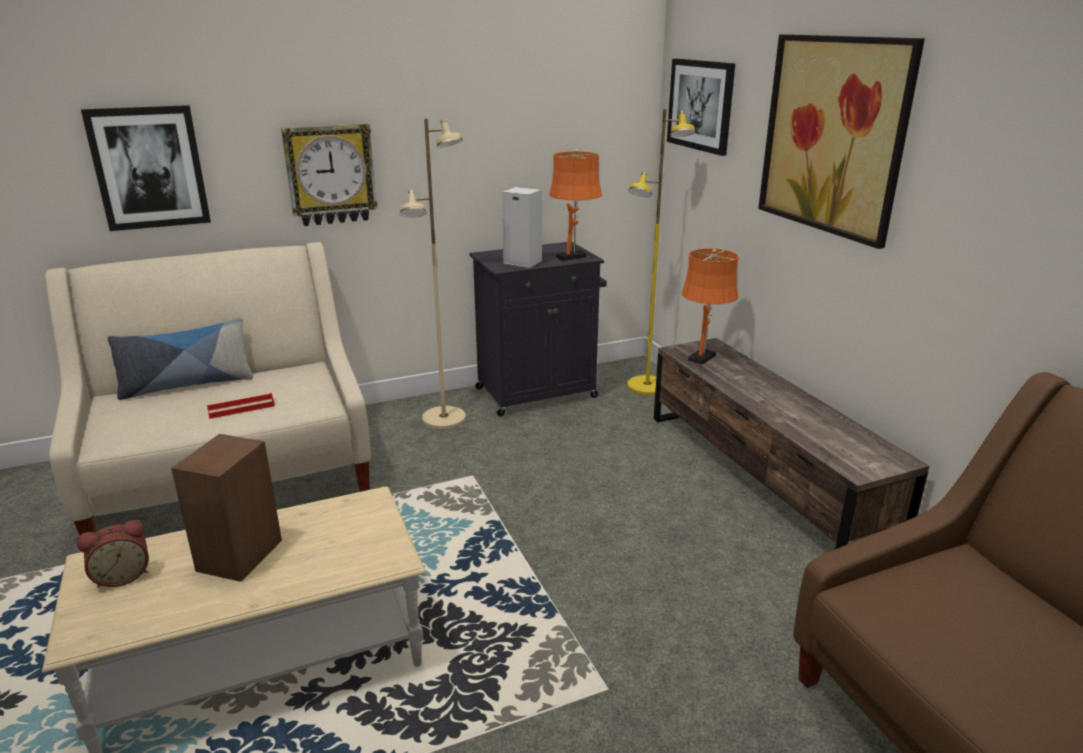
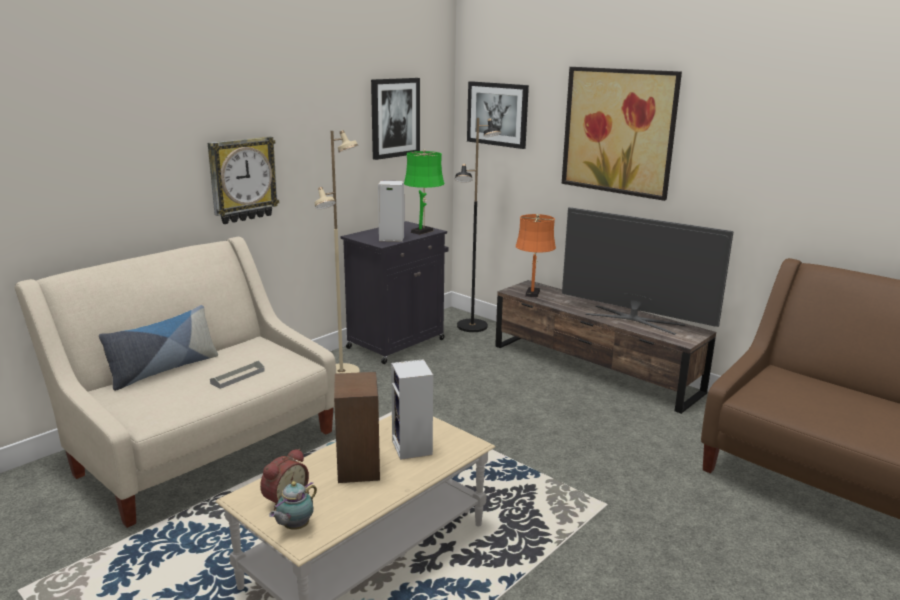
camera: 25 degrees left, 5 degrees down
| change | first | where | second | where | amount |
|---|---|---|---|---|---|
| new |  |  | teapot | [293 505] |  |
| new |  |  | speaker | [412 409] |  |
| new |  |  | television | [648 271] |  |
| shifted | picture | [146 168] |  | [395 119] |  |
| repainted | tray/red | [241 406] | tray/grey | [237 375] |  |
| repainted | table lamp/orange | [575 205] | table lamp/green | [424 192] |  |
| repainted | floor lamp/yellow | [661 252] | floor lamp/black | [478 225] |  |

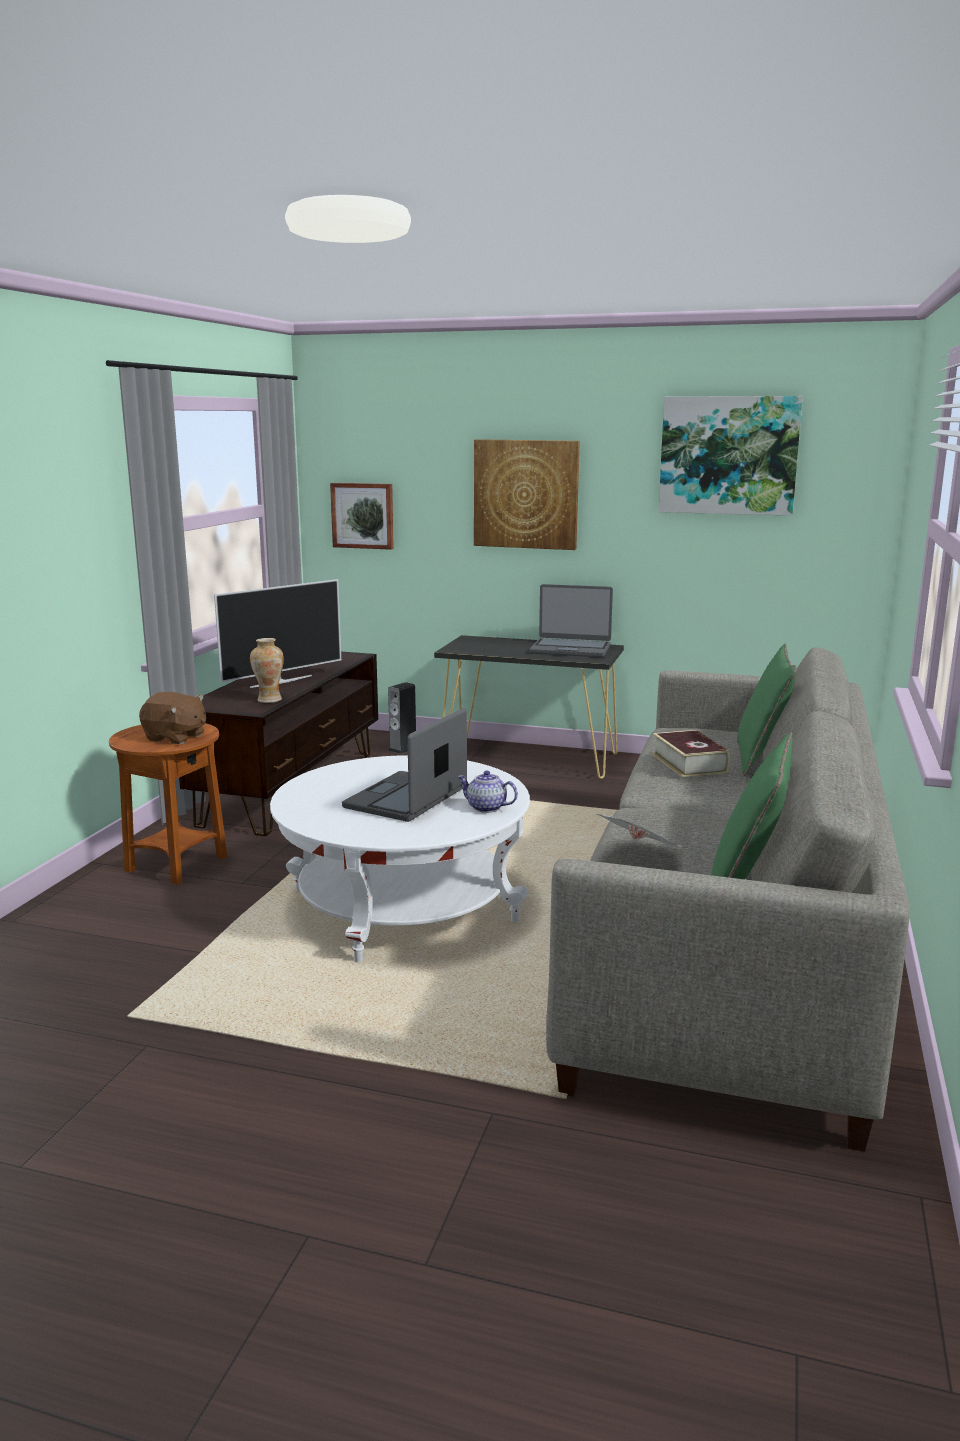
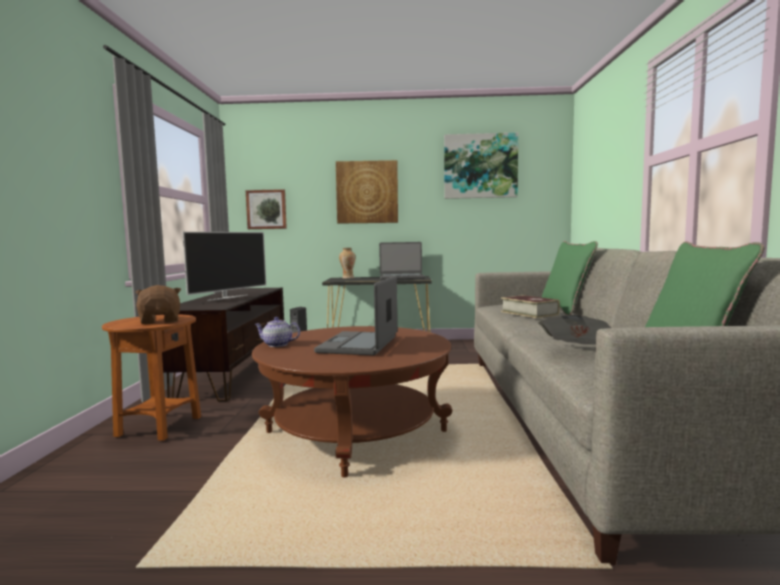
camera: 15 degrees left, 10 degrees down
| change | first | where | second | where | amount |
|---|---|---|---|---|---|
| shifted | vase | [267 670] |  | [347 263] |  |
| shifted | teapot | [487 792] |  | [277 332] |  |
| repainted | coffee table/white | [400 858] | coffee table/brown | [352 402] |  |
| rotated | plush toy/brown | [172 718] |  | [158 304] | 120 degrees counterclockwise |

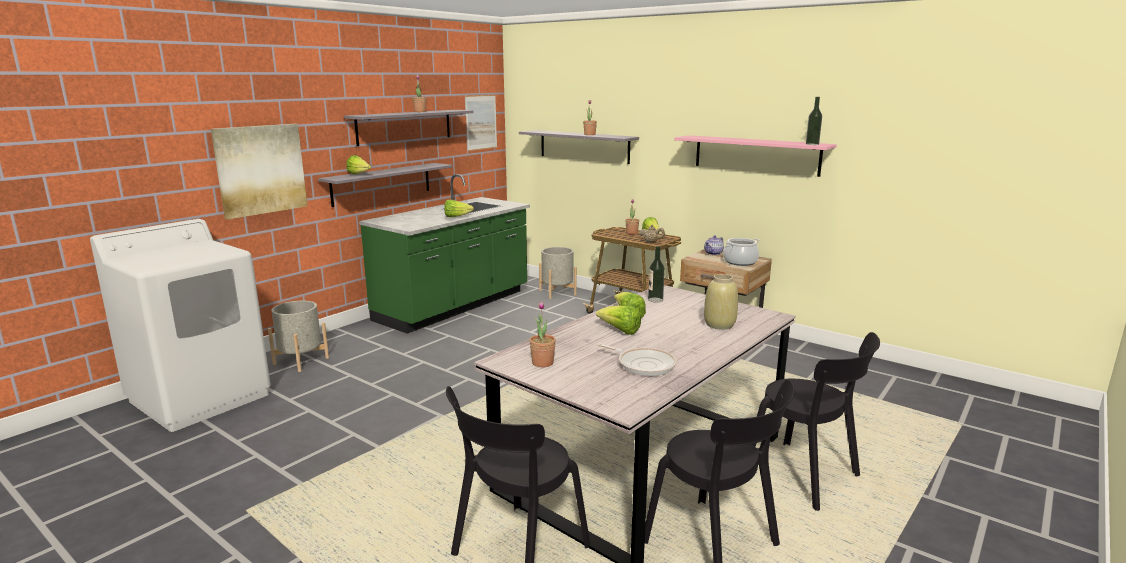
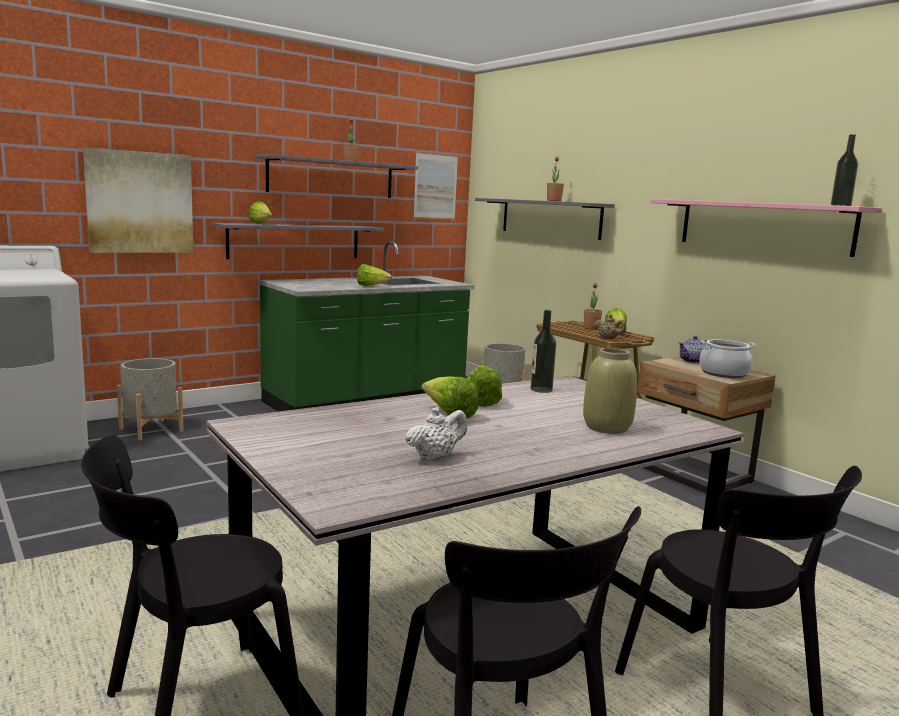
camera: 15 degrees right, 5 degrees down
| change | first | where | second | where | amount |
|---|---|---|---|---|---|
| gone | potted plant | [543 334] |  |  |  |
| swapped | frying pan | [637 359] | teapot/white | [436 433] |  |

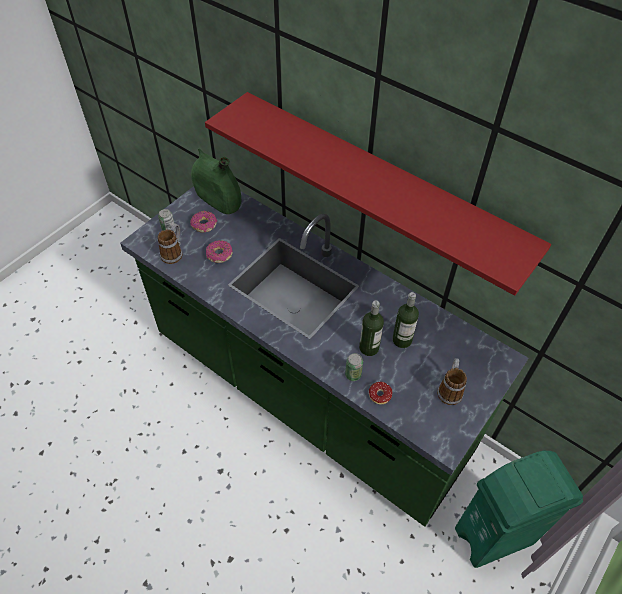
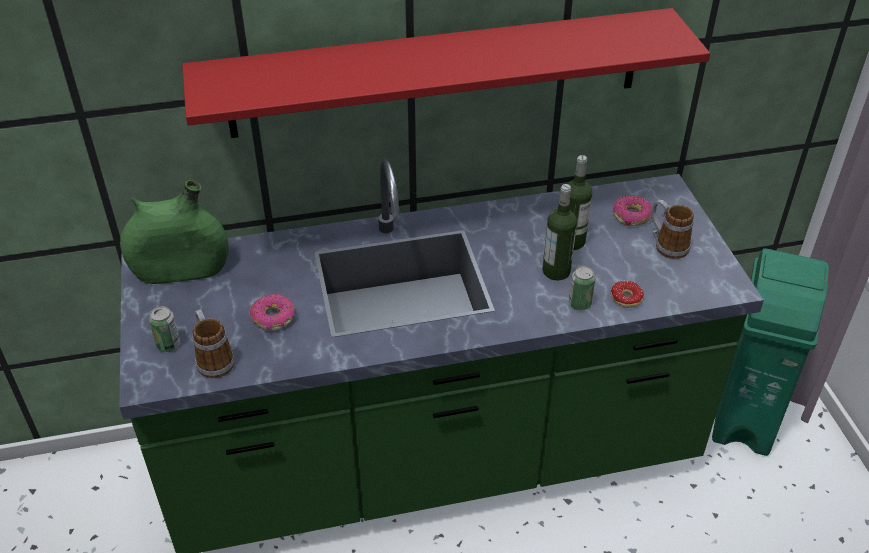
camera: 50 degrees left, 10 degrees down
| change | first | where | second | where | amount |
|---|---|---|---|---|---|
| shifted | donut | [203 222] |  | [632 210] |  |

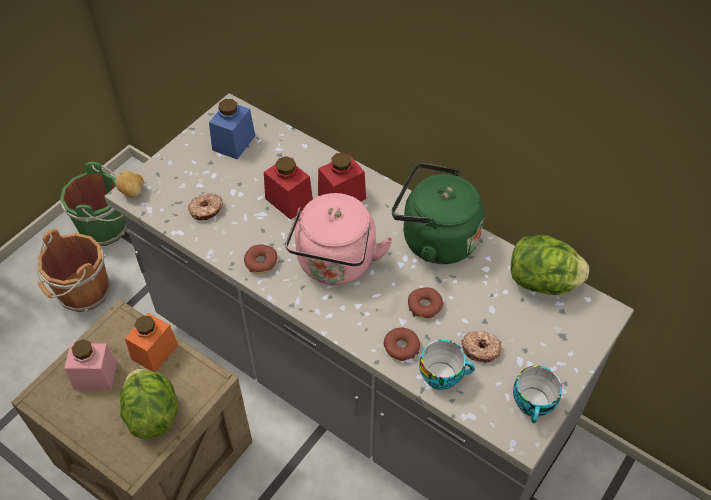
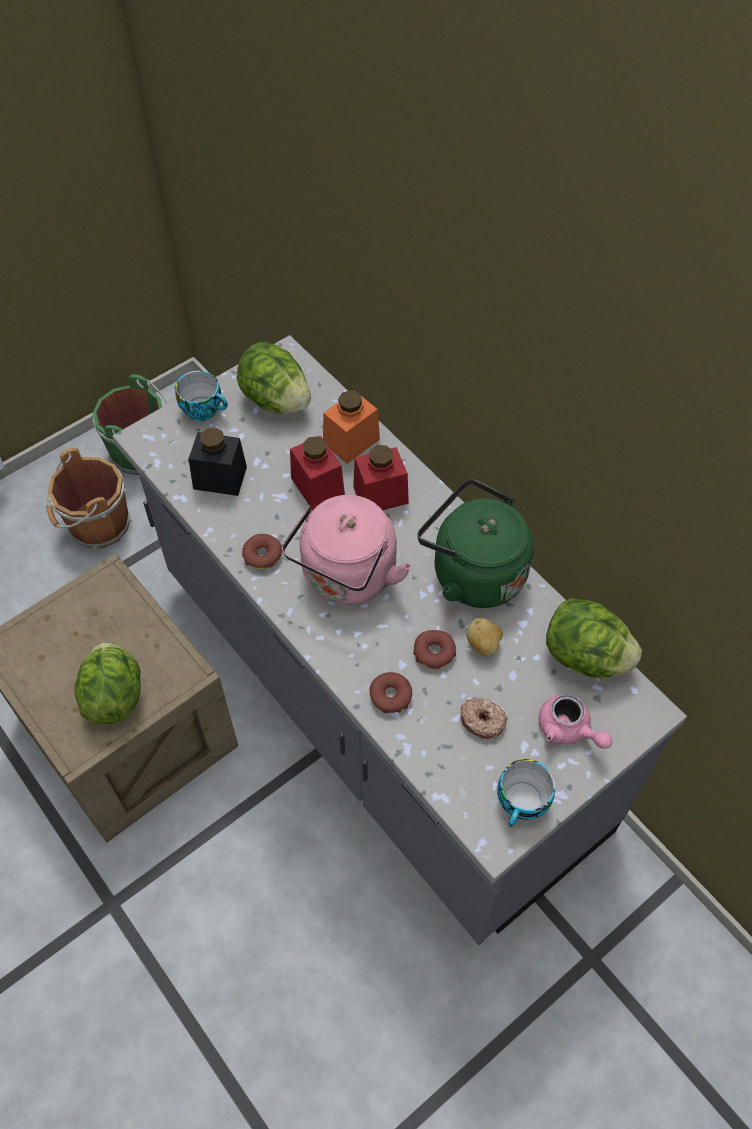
camera: 15 degrees right, 5 degrees up
| change | first | where | second | where | amount |
|---|---|---|---|---|---|
| gone | jar/pink | [90 364] |  |  |  |
| new |  |  | teapot/pink | [575 721] |  |
| shifted | potato | [129 184] |  | [485 636] |  |
| shifted | jar/orange | [151 342] |  | [351 427] |  |
| shifted | cup | [447 365] |  | [201 395] |  |
| swapped | donut | [205 206] | jar/black | [217 462] |  |
| swapped | jar/blue | [232 129] | lettuce | [274 378] |  |

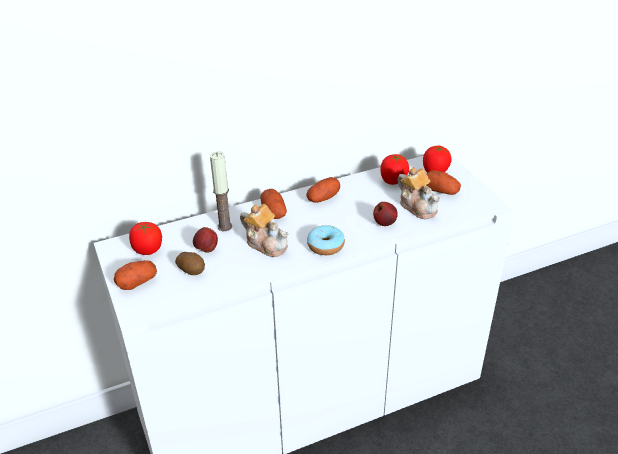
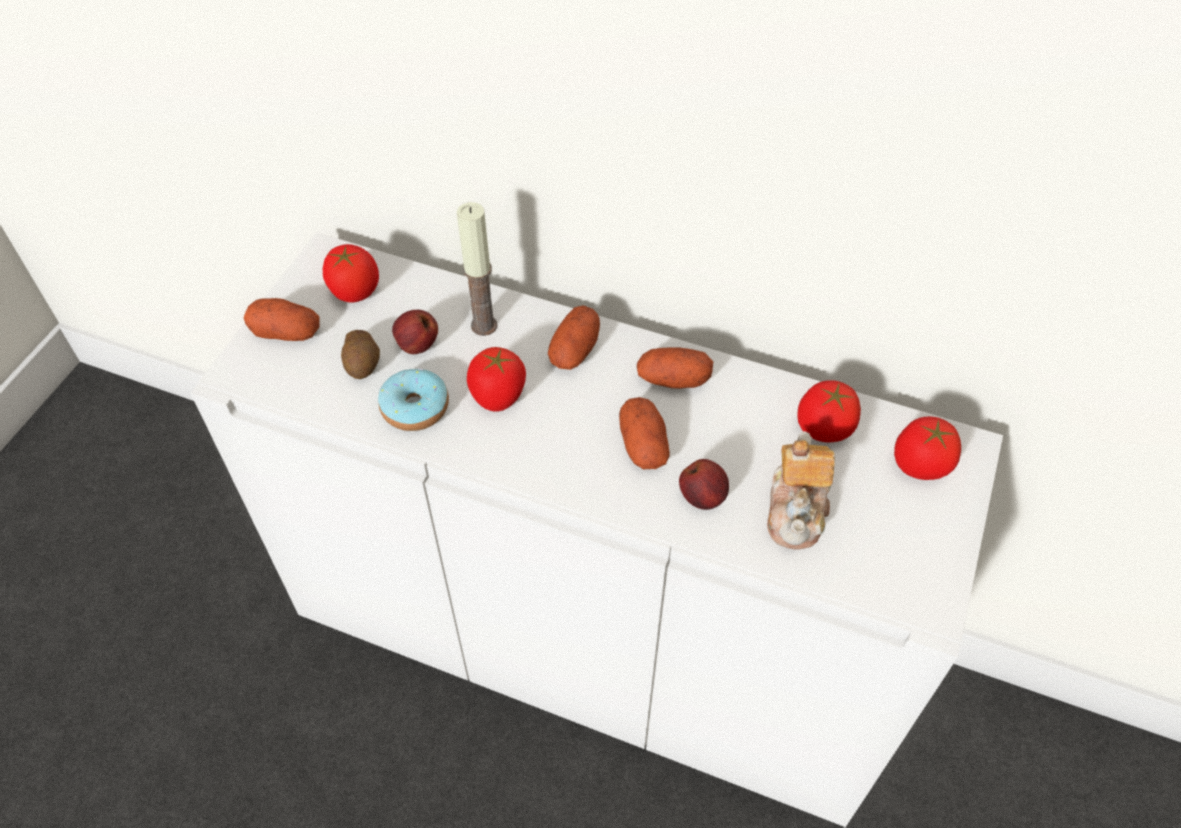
camera: 45 degrees right, 15 degrees up
| change | first | where | second | where | amount |
|---|---|---|---|---|---|
| shifted | donut | [326 240] |  | [413 400] |  |
| shifted | potato | [443 182] |  | [644 433] |  |
| swapped | teapot | [264 230] | tomato | [496 379] |  |

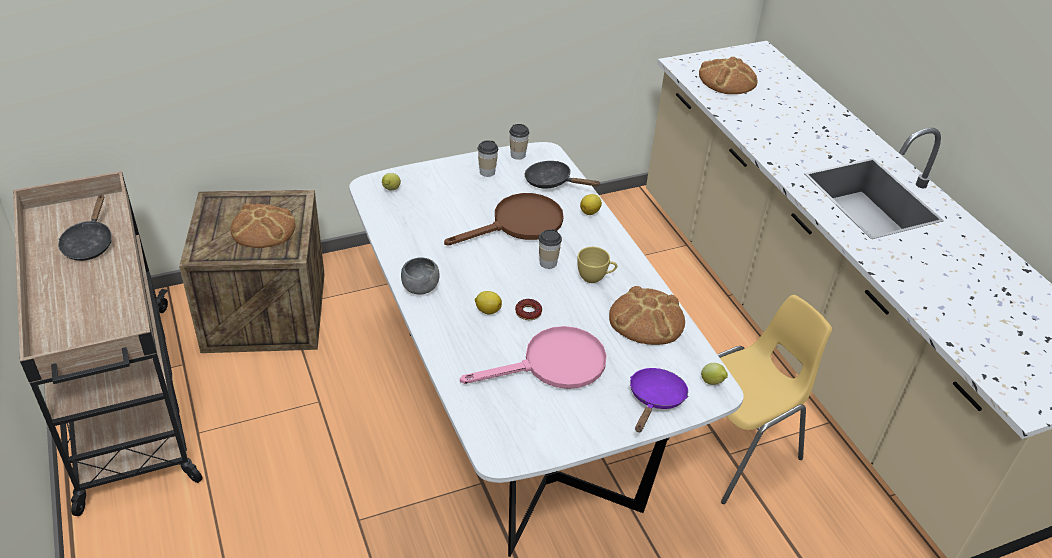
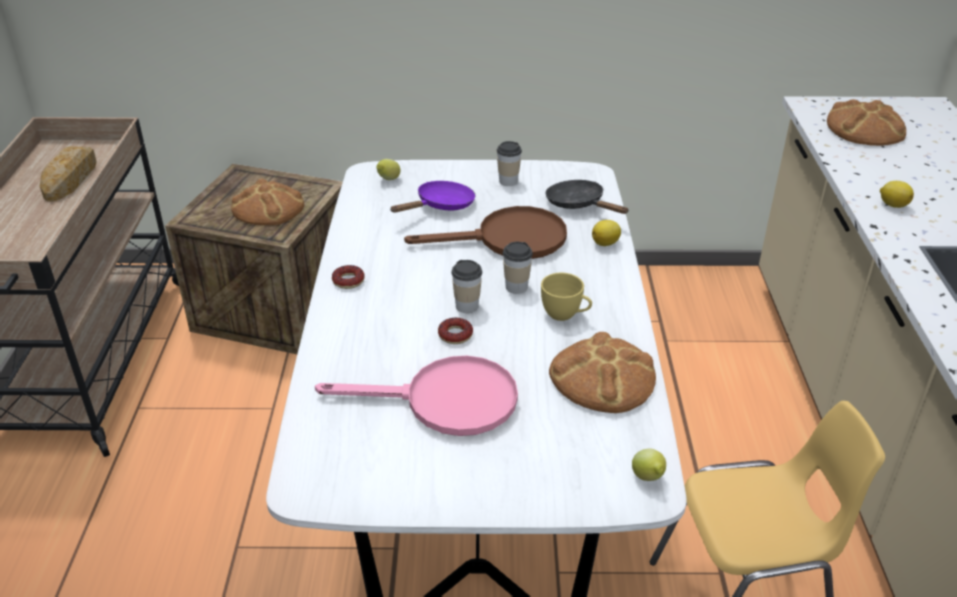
camera: 25 degrees right, 5 degrees down
| change | first | where | second | where | amount |
|---|---|---|---|---|---|
| shifted | lemon | [488 302] |  | [897 194] |  |
| shifted | cup | [519 142] |  | [466 286] |  |
| shifted | frying pan/purple | [659 400] |  | [433 197] |  |
| swapped | frying pan/black | [85 227] | bread | [68 174] |  |
| swapped | bowl/grey | [420 275] | donut | [348 277] |  |

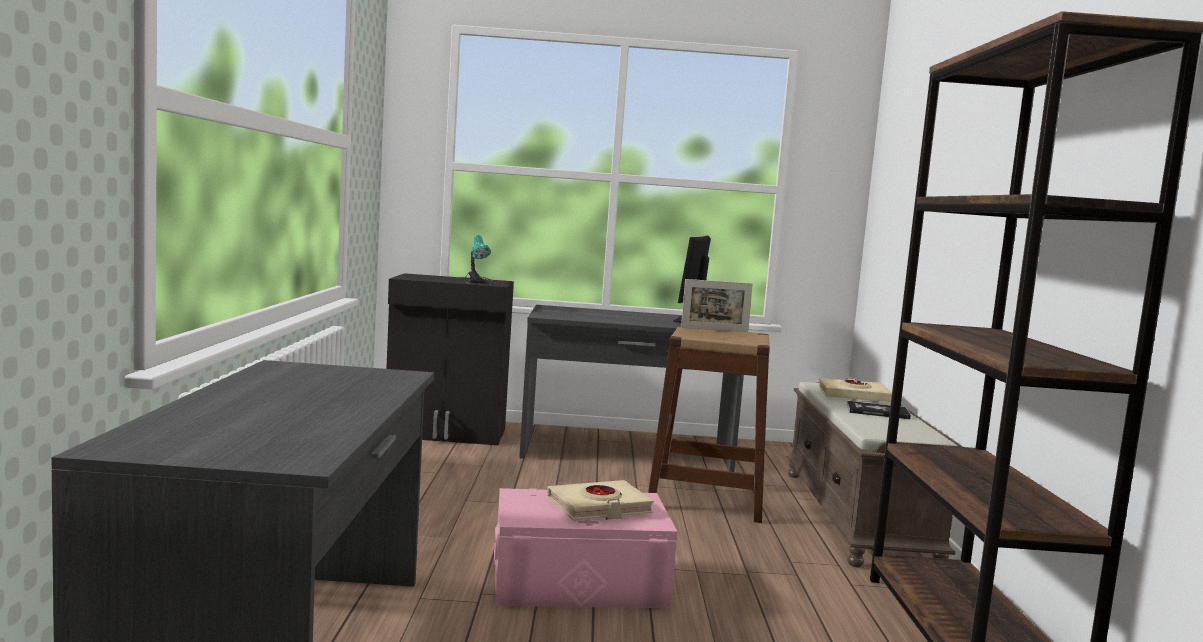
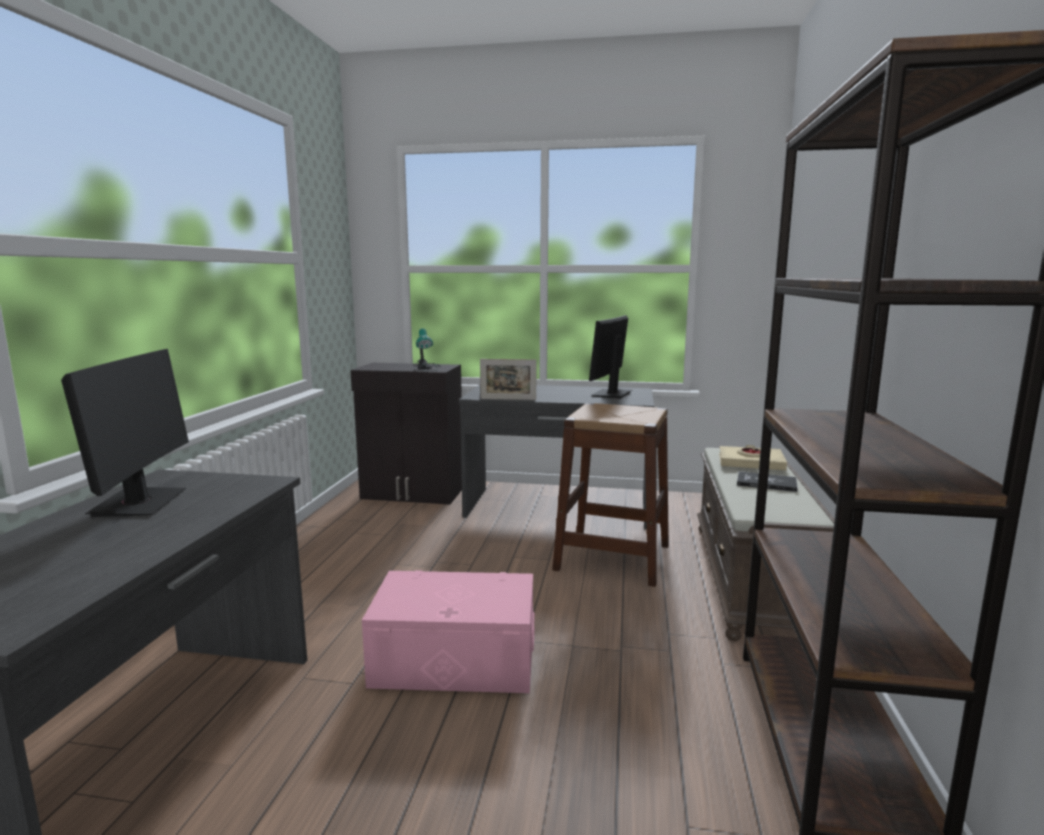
camera: 10 degrees right, 5 degrees up
| change | first | where | second | where | amount |
|---|---|---|---|---|---|
| gone | book/beige | [600 500] |  |  |  |
| new |  |  | monitor | [125 433] |  |
| shifted | picture frame | [717 305] |  | [508 379] |  |

